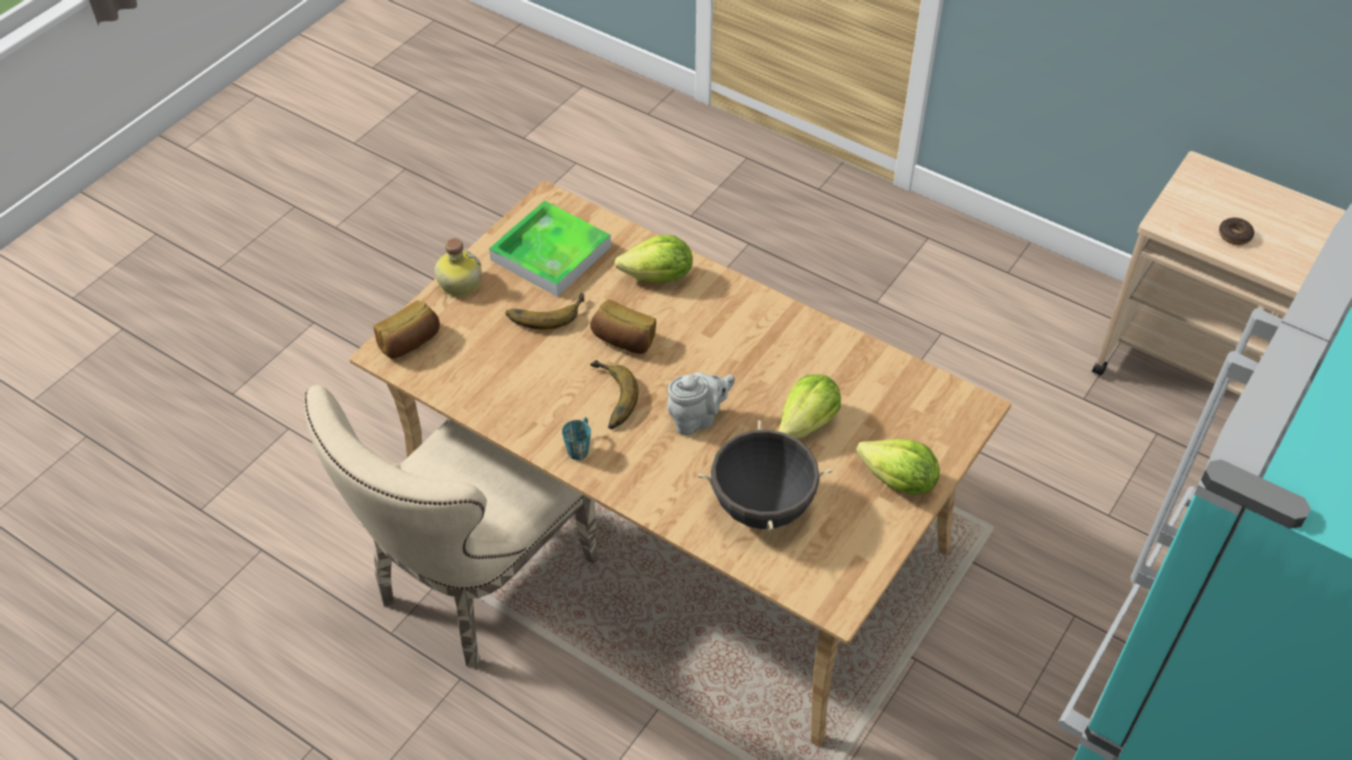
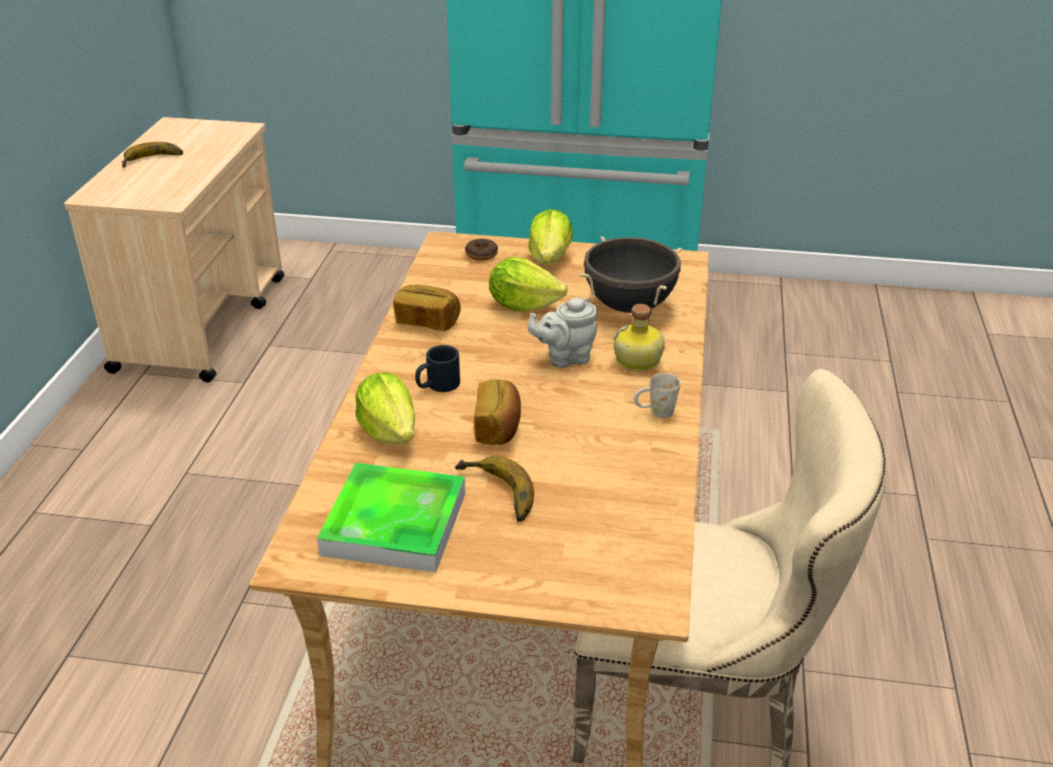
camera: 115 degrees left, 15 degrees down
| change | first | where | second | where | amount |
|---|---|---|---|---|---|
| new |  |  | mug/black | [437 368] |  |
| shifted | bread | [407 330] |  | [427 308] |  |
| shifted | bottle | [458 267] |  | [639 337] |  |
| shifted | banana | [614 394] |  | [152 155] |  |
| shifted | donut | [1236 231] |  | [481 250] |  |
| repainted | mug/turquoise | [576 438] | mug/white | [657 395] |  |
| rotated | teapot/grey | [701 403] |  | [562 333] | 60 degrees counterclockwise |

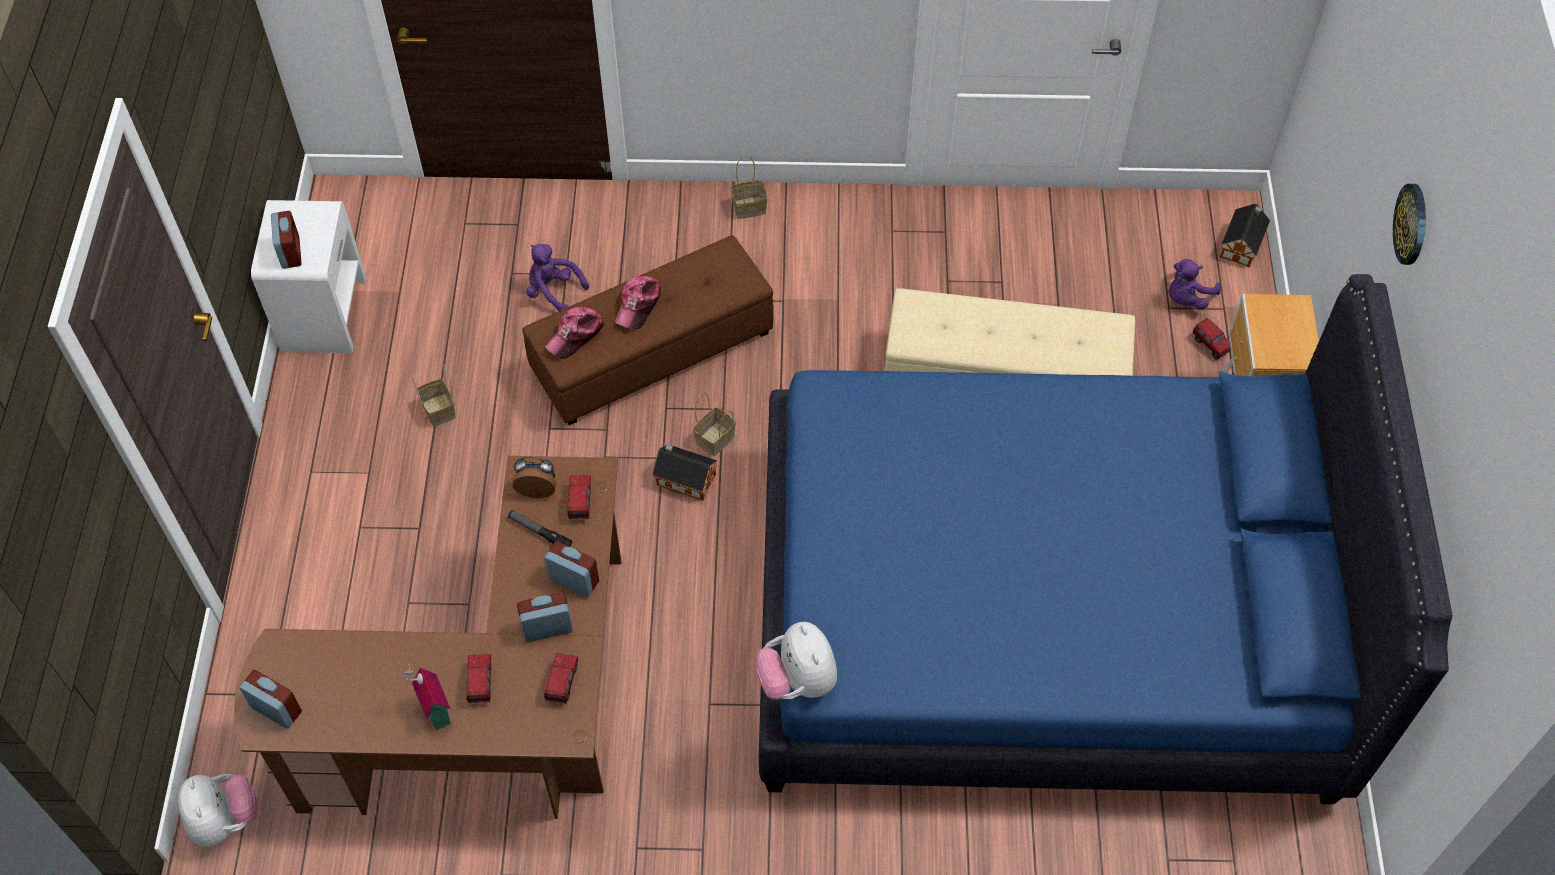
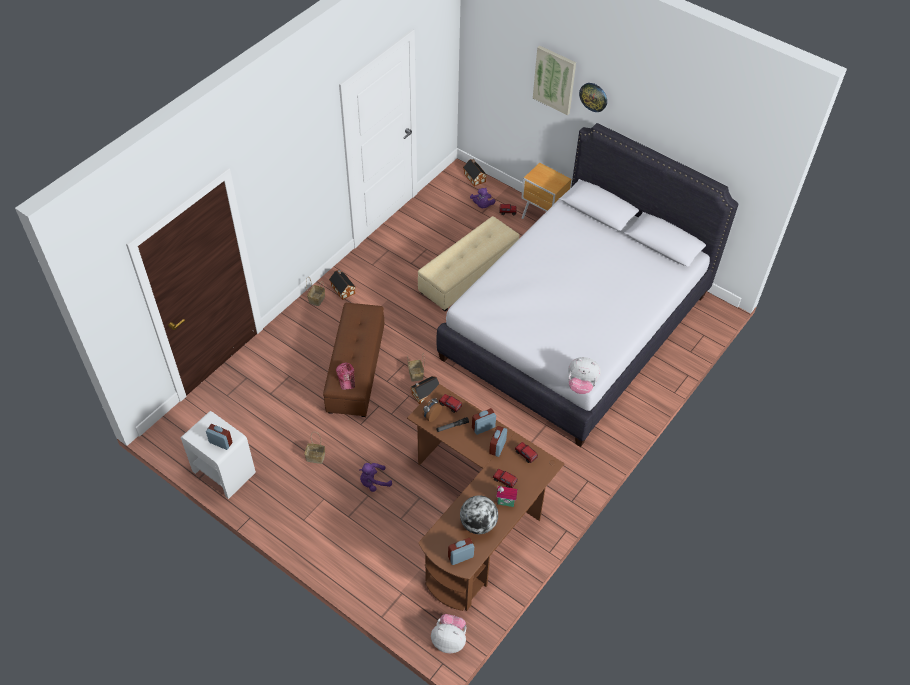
camera: 55 degrees left, 5 degrees down
| change | first | where | second | where | amount |
|---|---|---|---|---|---|
| gone | cap | [638 302] |  |  |  |
| new |  |  | toy house | [342 285] |  |
| new |  |  | globe | [479 514] |  |
| new |  |  | picture | [554 80] |  |
| shifted | plush toy/purple | [557 277] |  | [375 477] |  |
| repainted | bed/blue | [1106 539] | bed/white | [588 285] |  |

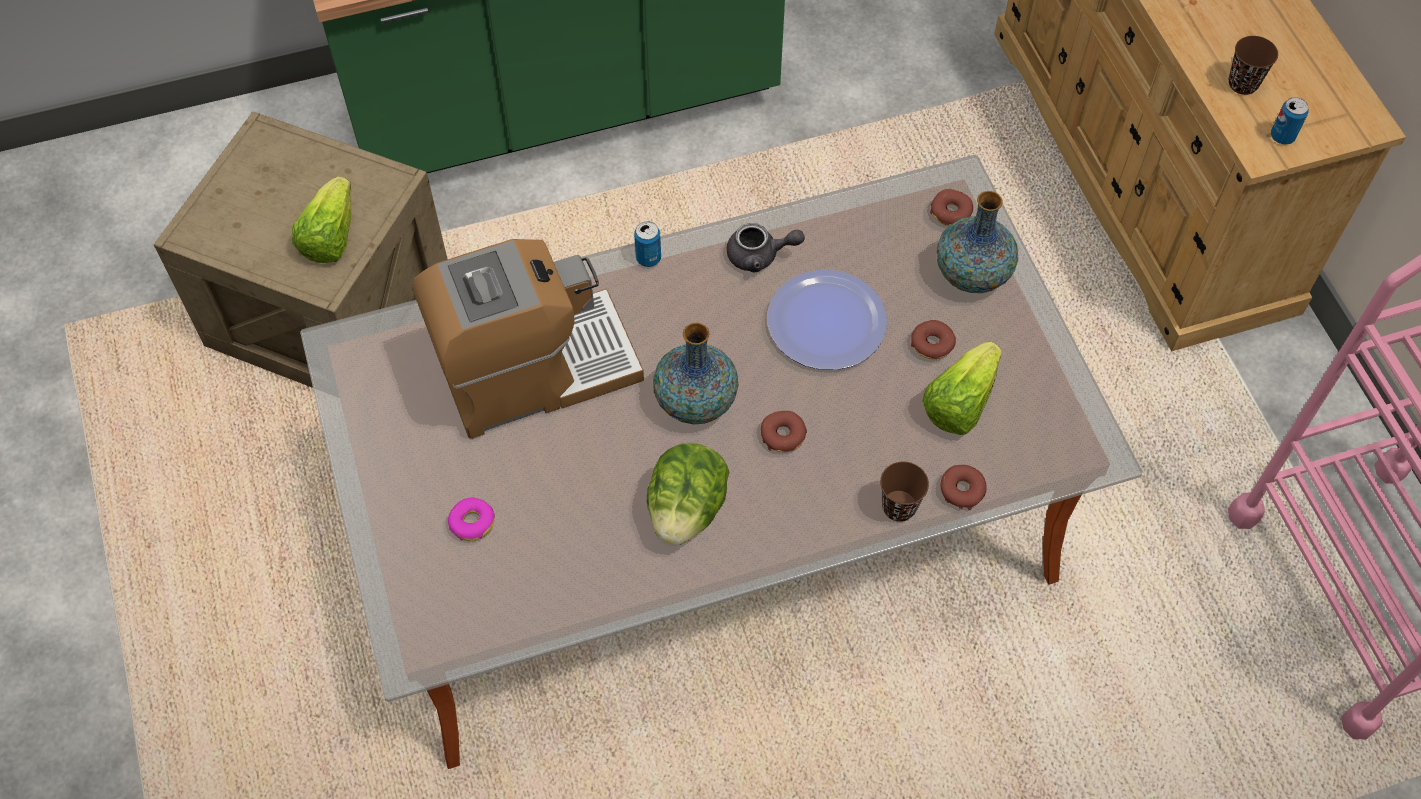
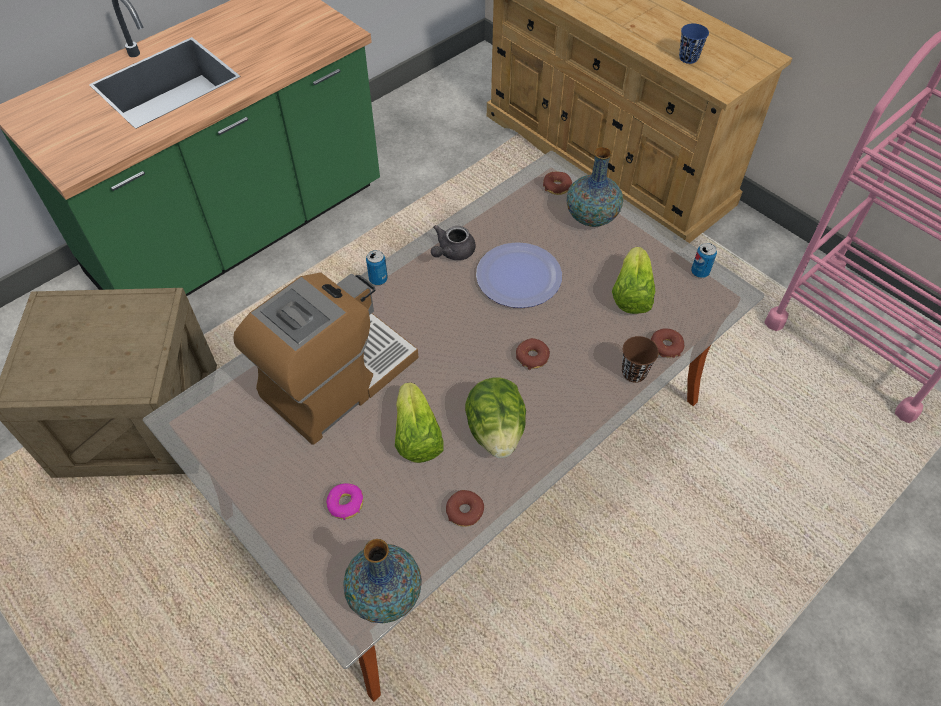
camera: 25 degrees left, 5 degrees down
| change | first | where | second | where | amount |
|---|---|---|---|---|---|
| shifted | lettuce | [322 220] |  | [419 422] |  |
| shifted | vase | [696 373] |  | [382 581] |  |
| shifted | donut | [933 339] |  | [465 508] |  |
| shifted | can | [1290 120] |  | [704 260] |  |
| repainted | cup/brown | [1253 65] | cup/blue | [694 43] |  |
| rotated | teapot/grey | [766 247] |  | [453 242] | 150 degrees clockwise |

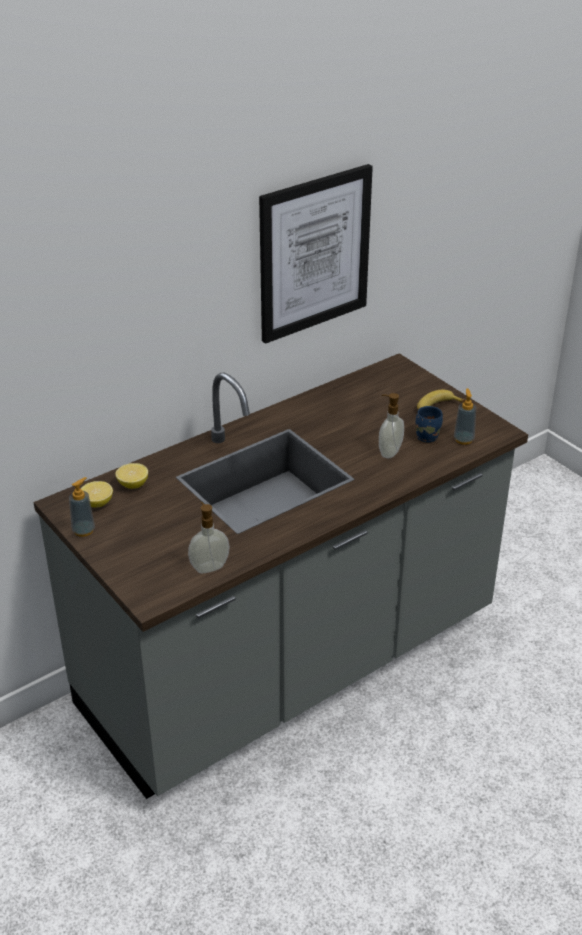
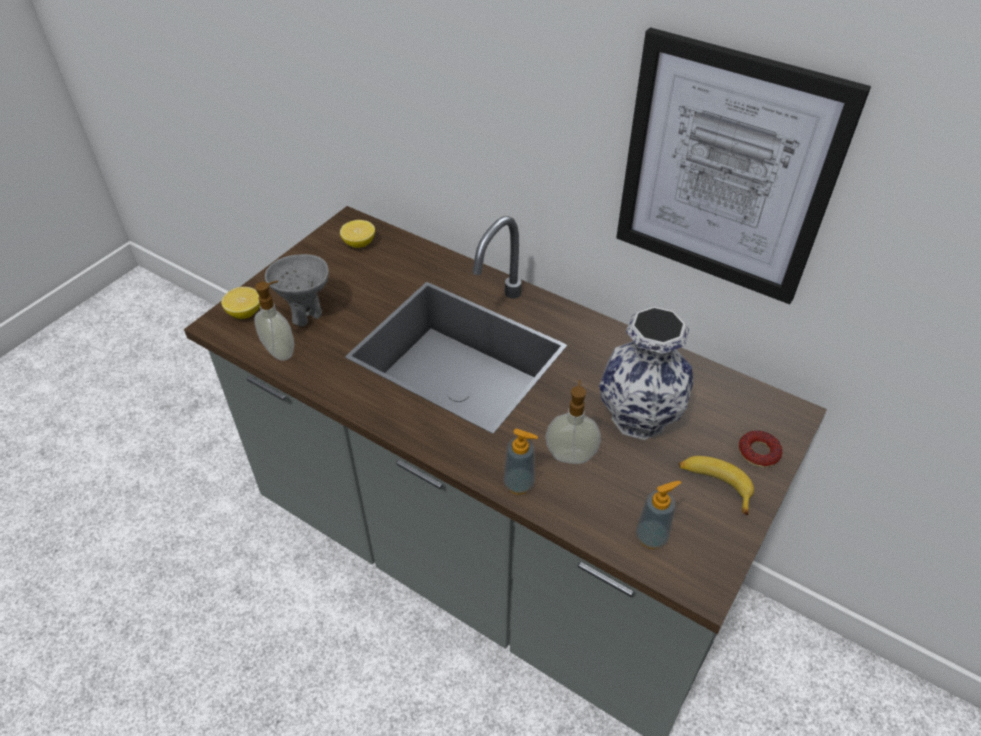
camera: 70 degrees right, 10 degrees up
| change | first | where | second | where | amount |
|---|---|---|---|---|---|
| gone | mug/blue | [429 424] |  |  |  |
| new |  |  | bowl/grey | [297 290] |  |
| new |  |  | vase | [646 373] |  |
| new |  |  | donut | [760 449] |  |
| shifted | soap dispenser | [82 507] |  | [520 462] |  |
| shifted | lemon | [131 476] |  | [240 303] |  |

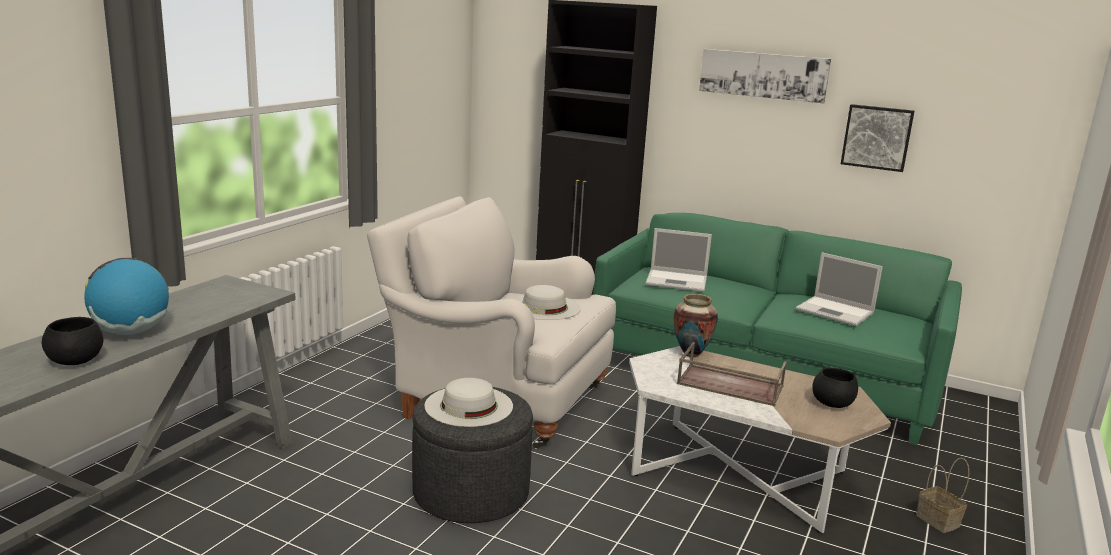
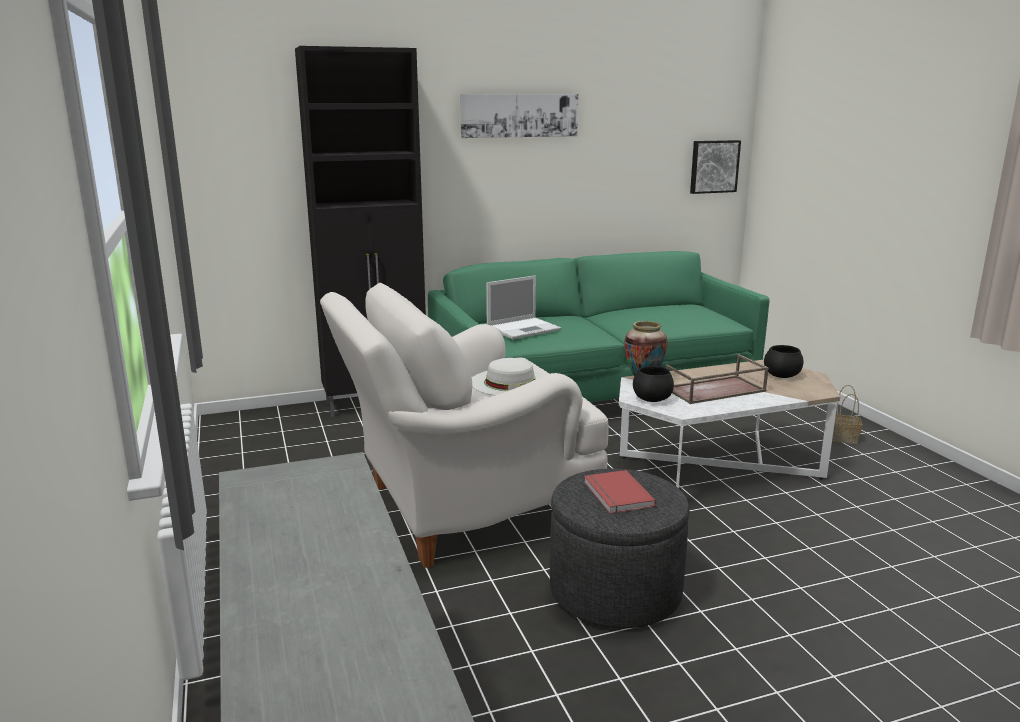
camera: 45 degrees left, 0 degrees up
| change | first | where | second | where | amount |
|---|---|---|---|---|---|
| gone | globe | [126 296] |  |  |  |
| gone | laptop | [839 289] |  |  |  |
| shifted | bowl/black | [72 341] |  | [653 384] |  |
| shifted | picture | [877 138] |  | [715 167] |  |
| swapped | hat/white | [468 402] | book/red | [620 491] |  |

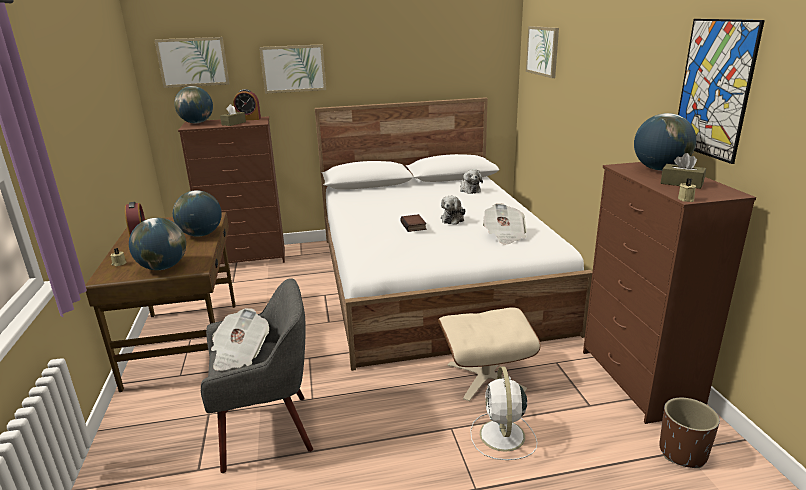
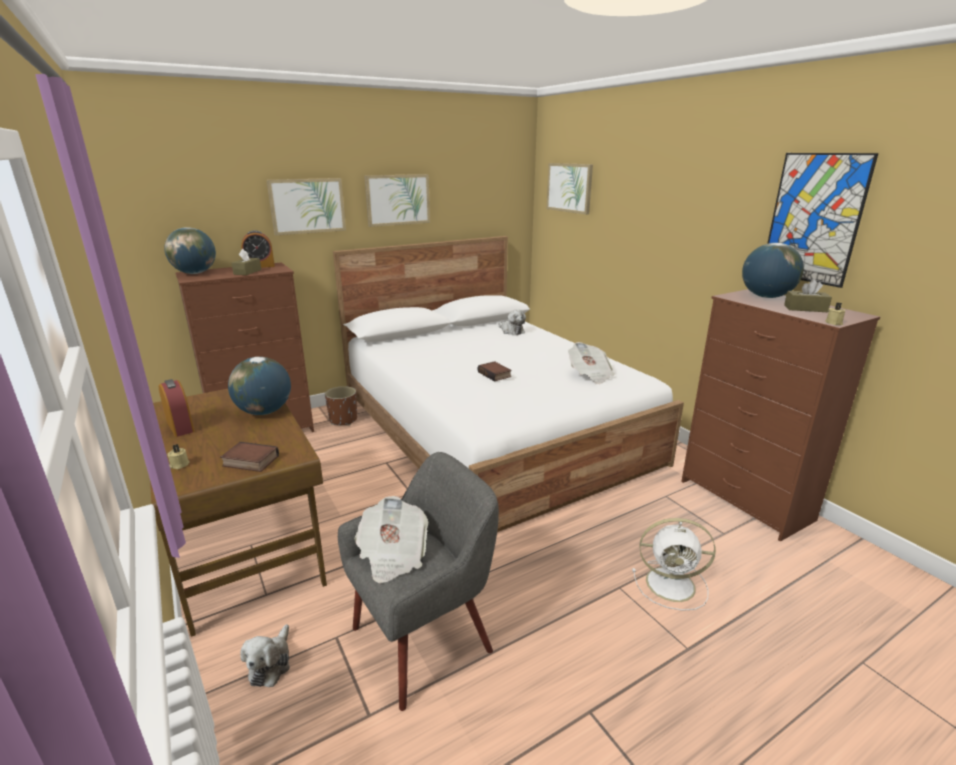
camera: 20 degrees left, 0 degrees up
| change | first | where | second | where | amount |
|---|---|---|---|---|---|
| gone | ottoman/beige | [489 354] |  |  |  |
| shifted | picture | [191 62] |  | [397 200] |  |
| shifted | plush toy | [453 210] |  | [265 655] |  |
| shifted | planter/brown | [689 433] |  | [341 405] |  |
| swapped | globe | [157 244] | book | [249 457] |  |
| rotated | fan/white | [504 413] |  | [674 564] | 60 degrees counterclockwise |

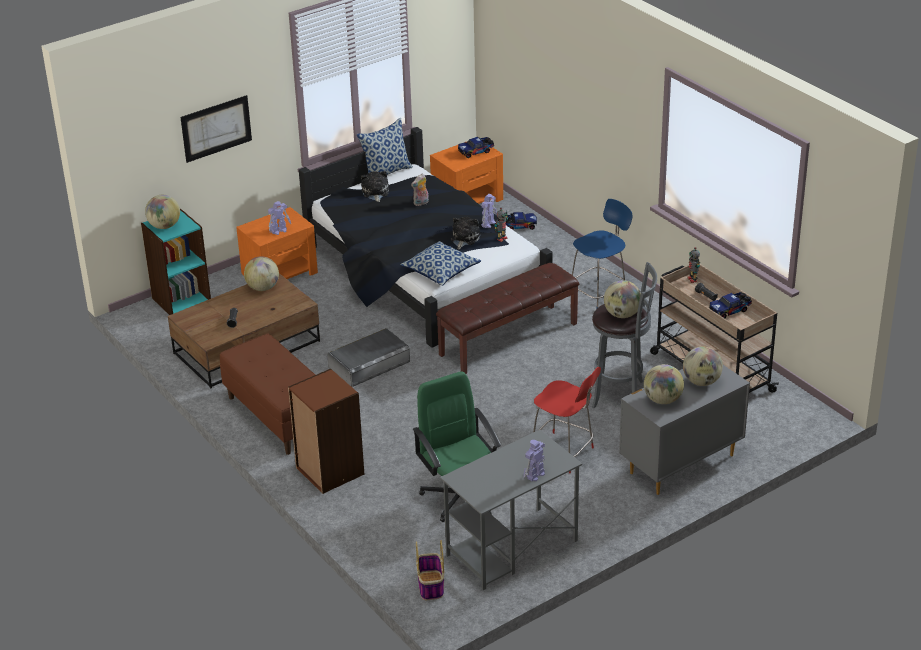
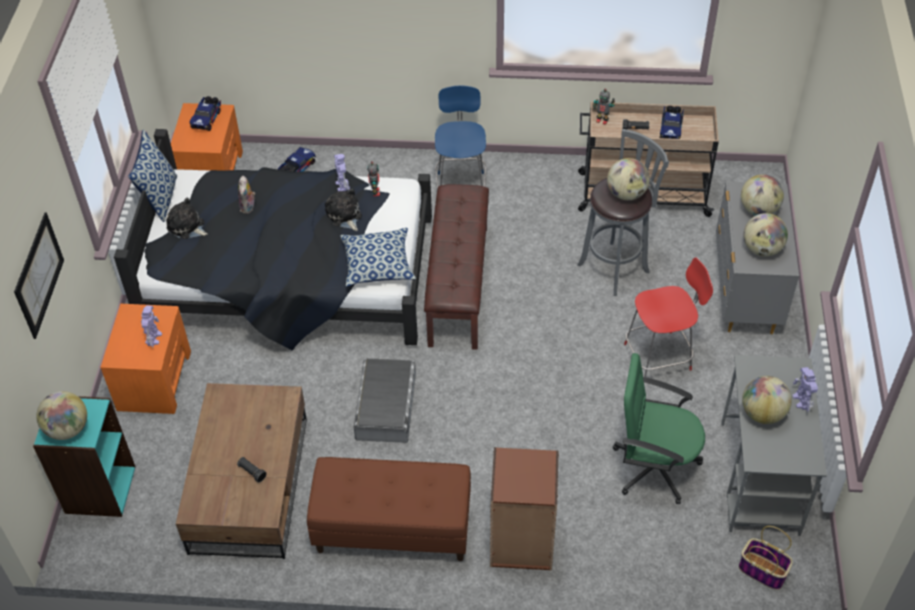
camera: 50 degrees left, 15 degrees up
| change | first | where | second | where | amount |
|---|---|---|---|---|---|
| shifted | globe | [261 273] |  | [767 400] |  |

